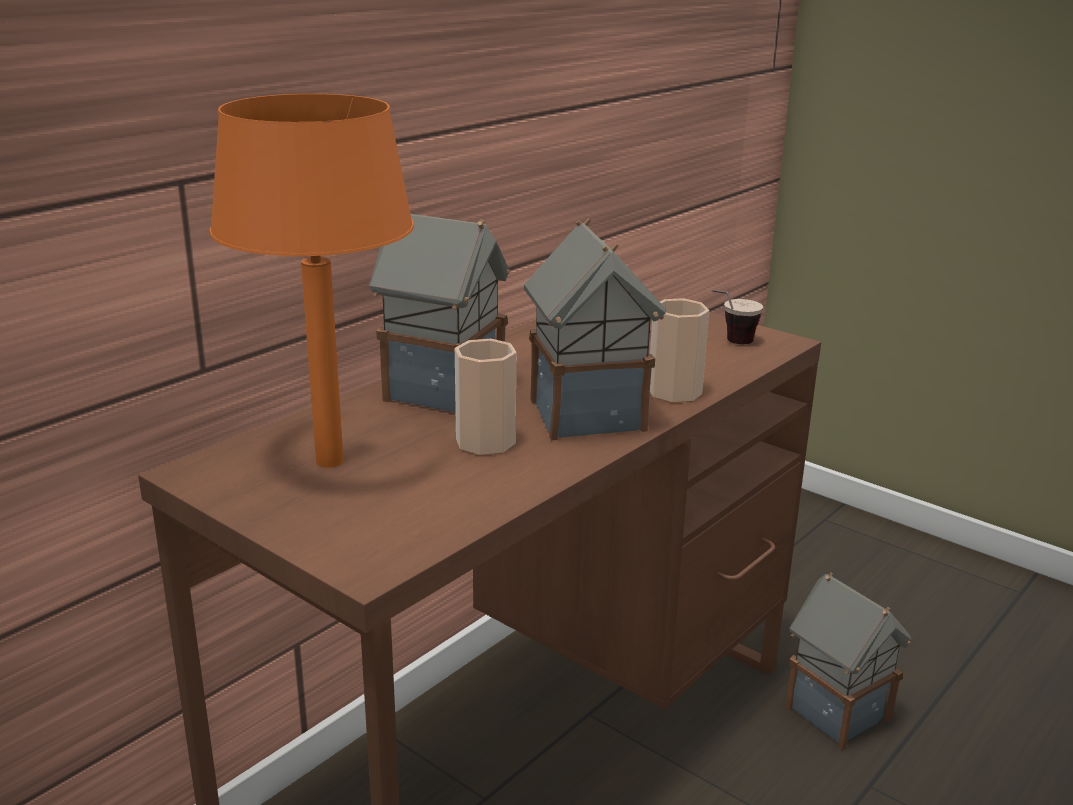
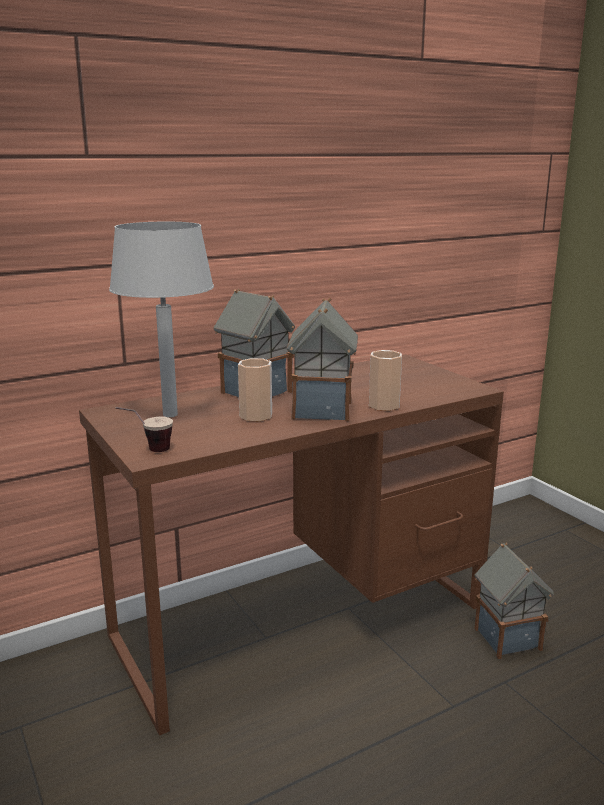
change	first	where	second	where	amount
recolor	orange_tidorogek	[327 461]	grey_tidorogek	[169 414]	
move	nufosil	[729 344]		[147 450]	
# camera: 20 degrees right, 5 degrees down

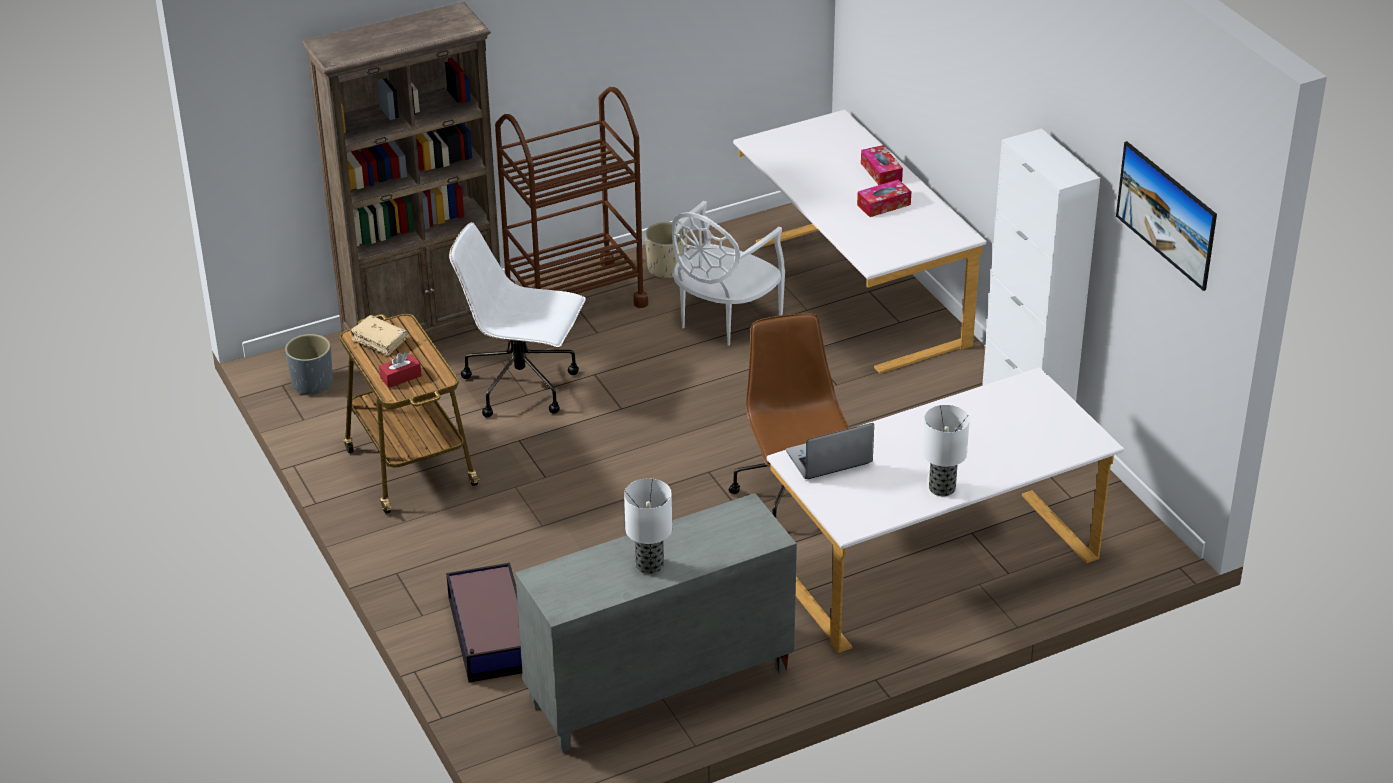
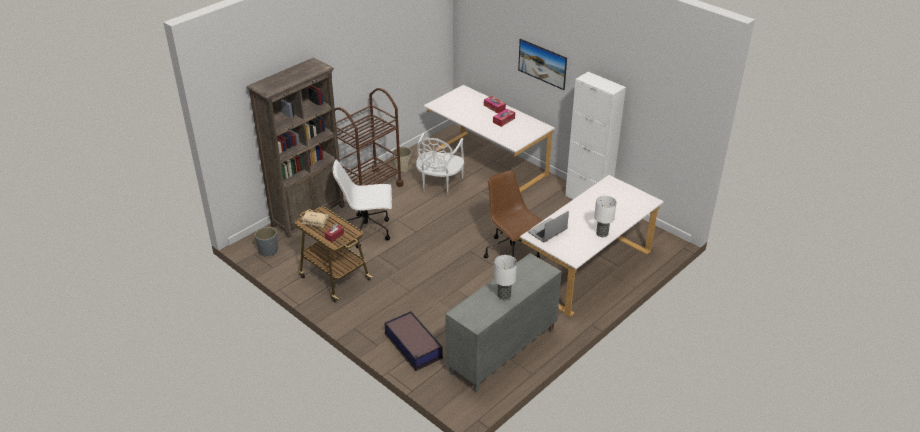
change	first	where	second	where	amount
move	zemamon	[1163 233]		[541 71]	
# camera: 20 degrees left, 0 degrees up

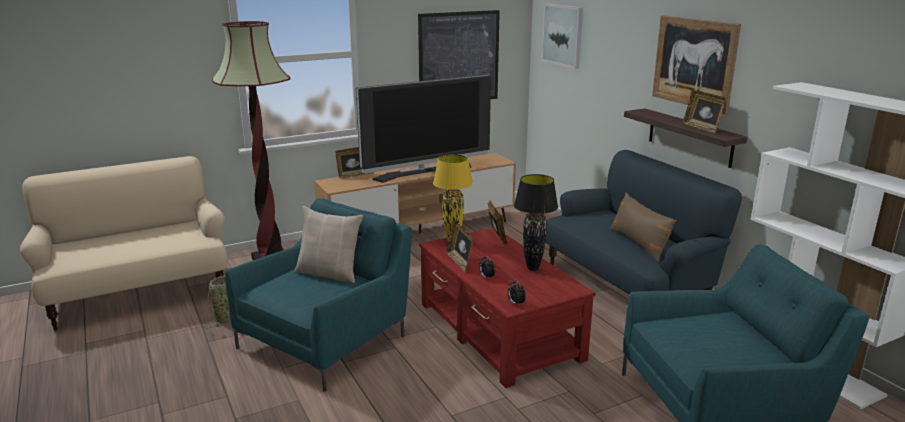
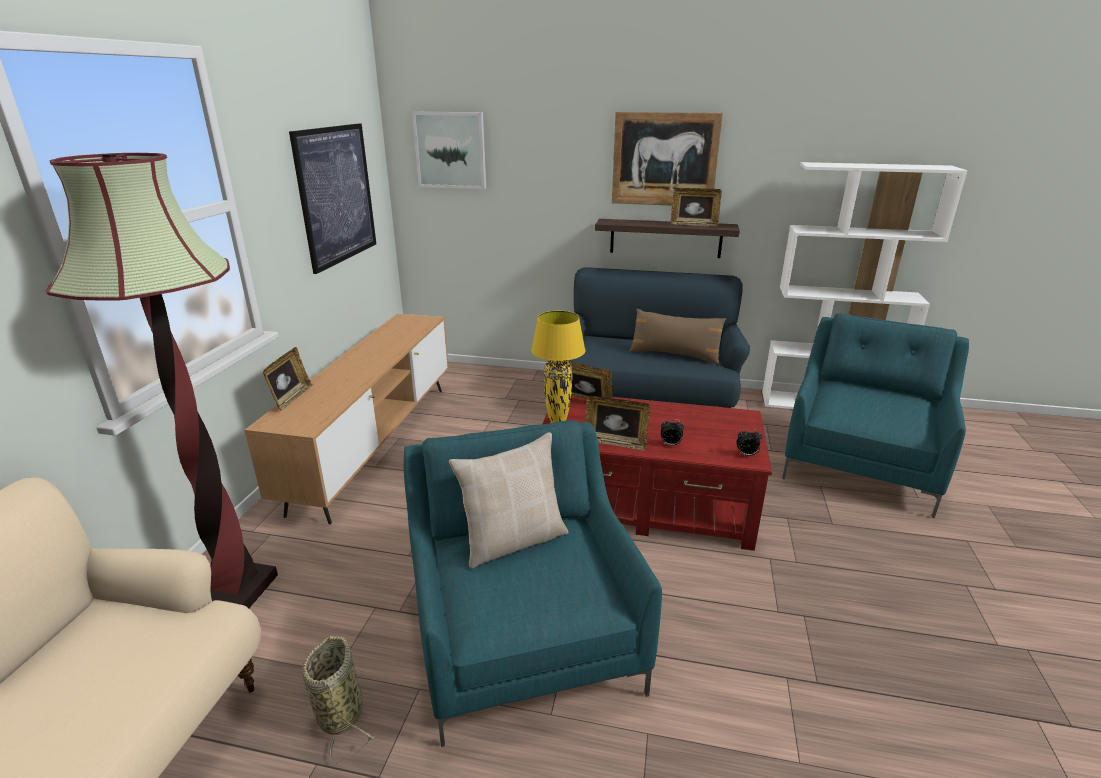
change	first	where	second	where	amount
delete	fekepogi	[424 172]			
delete	black_tidorogek	[533 268]			
# camera: 50 degrees left, 5 degrees up

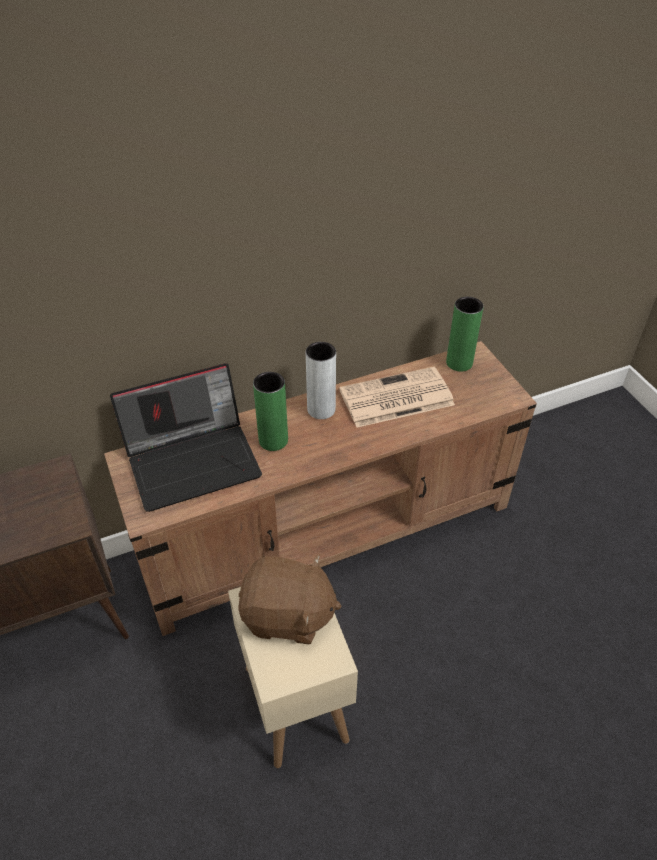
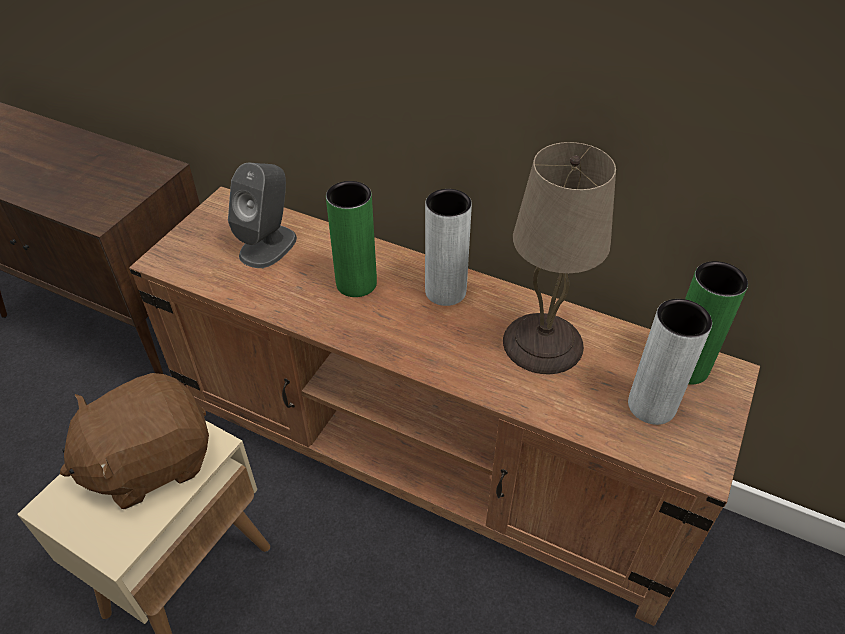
change	first	where	second	where	amount
replace	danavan	[194 460]	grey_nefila	[268 246]	
replace	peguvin	[395 398]	beige_tidorogek	[541 343]	
rotate	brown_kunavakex	[288 616]		[150 461]	90 degrees clockwise
insert			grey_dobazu	[651 405]	
# camera: 50 degrees right, 0 degrees up

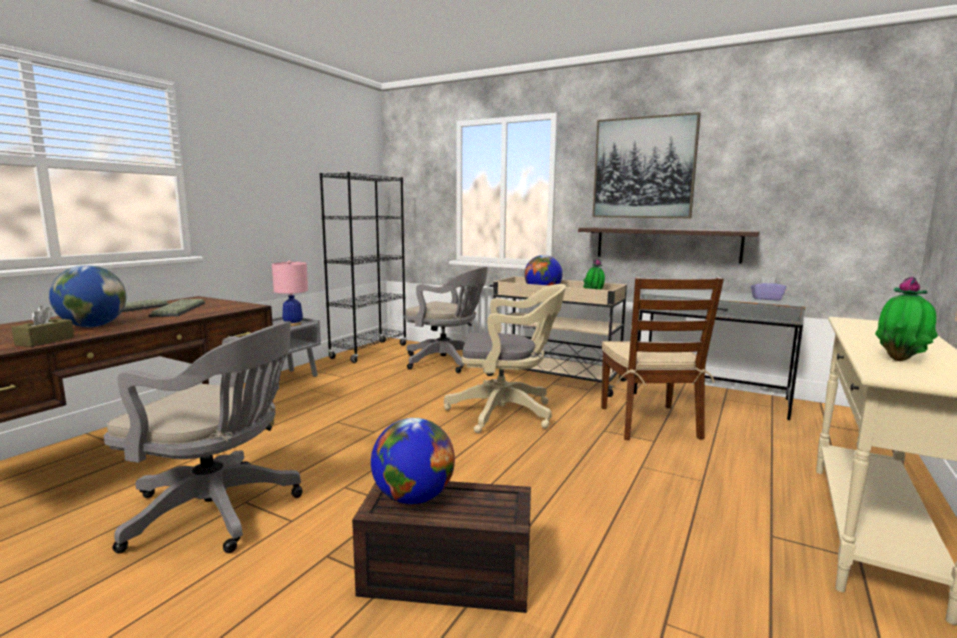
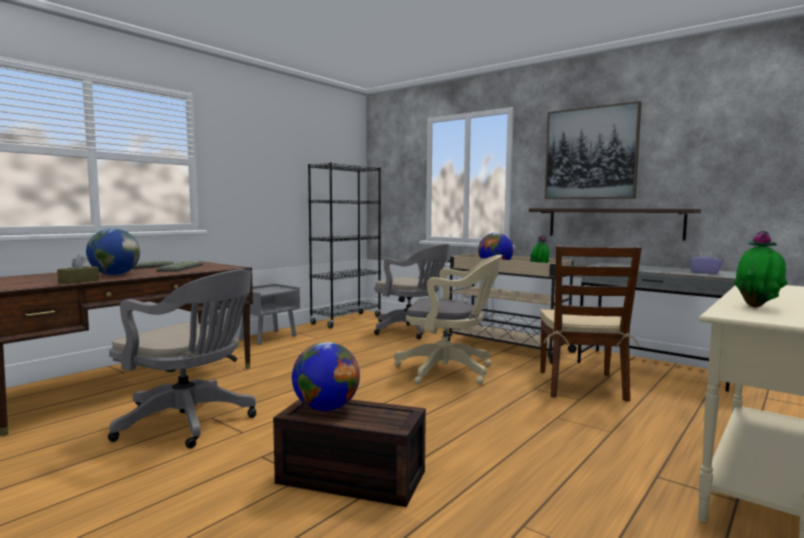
change	first	where	second	where	amount
delete	pink_tidorogek	[293 324]			
# camera: 10 degrees right, 5 degrees down

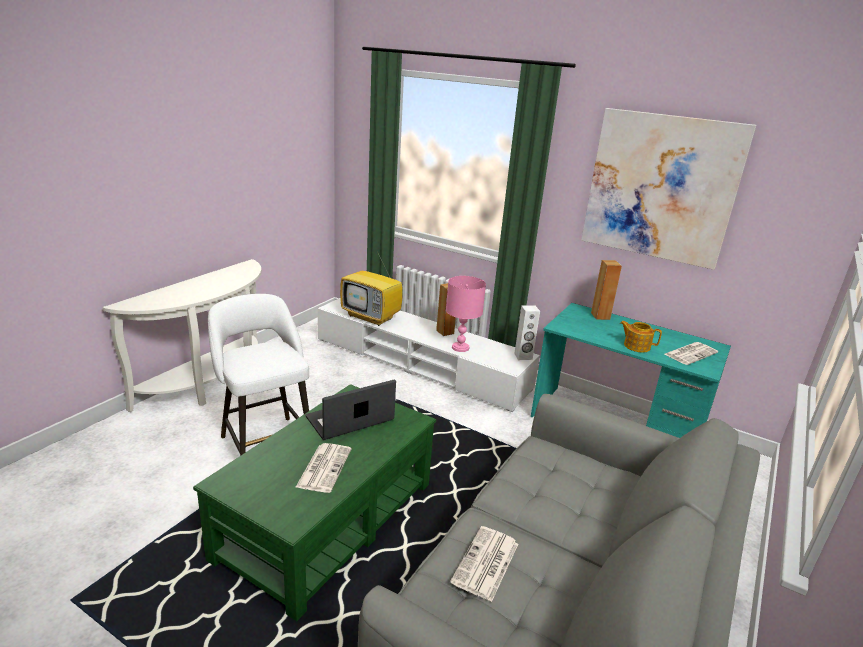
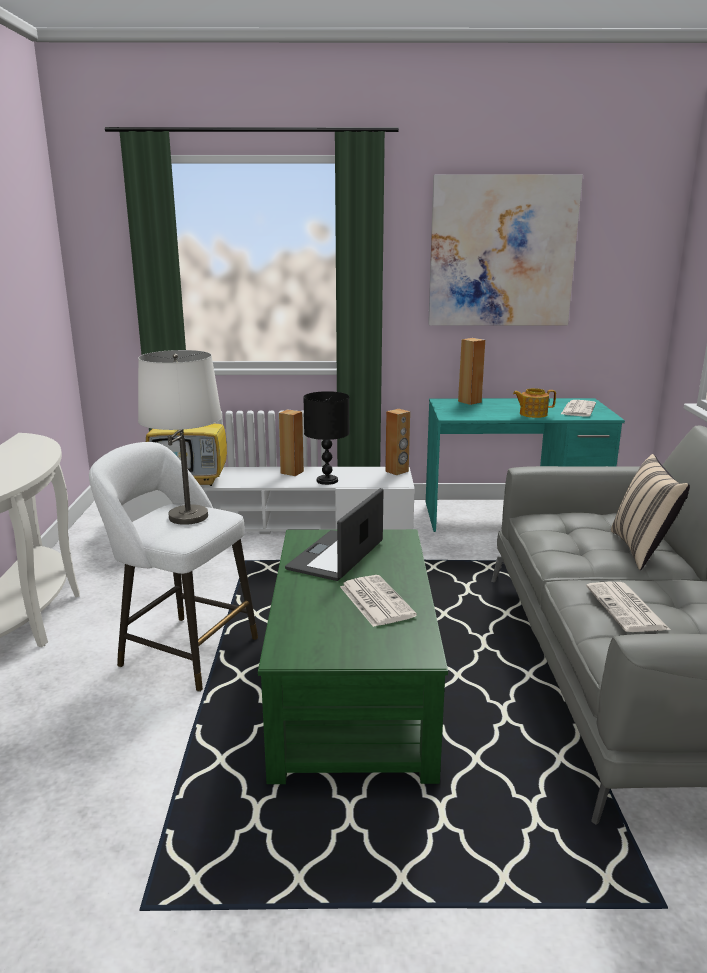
change	first	where	second	where	amount
recolor	pink_tidorogek	[460 348]	black_tidorogek	[327 481]	
recolor	white_nefila	[523 356]	brown_nefila	[397 471]	
insert			white_tidorogek	[188 517]	
insert			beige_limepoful	[642 550]	
# camera: 30 degrees left, 5 degrees down

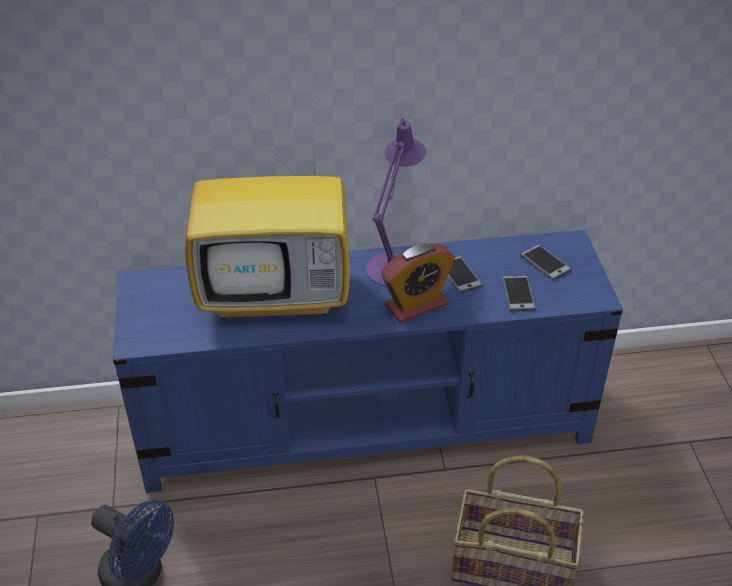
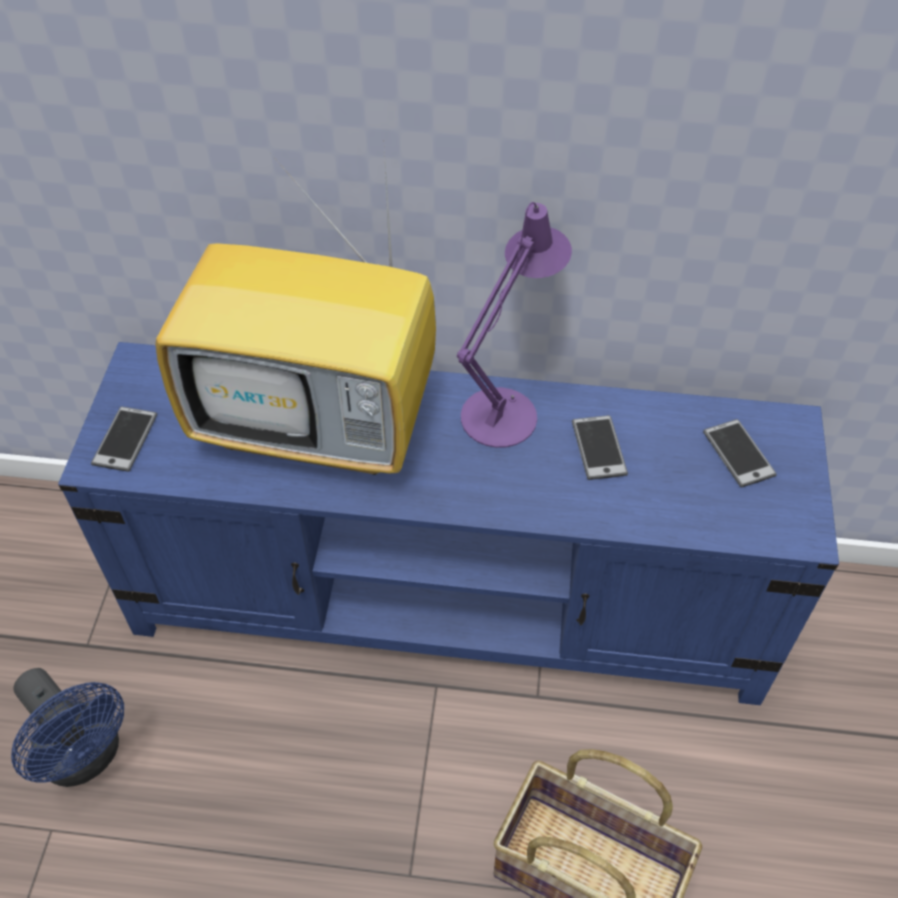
change	first	where	second	where	amount
delete	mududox	[416 305]			
move	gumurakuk	[518 294]		[125 439]	
# camera: 15 degrees right, 10 degrees up

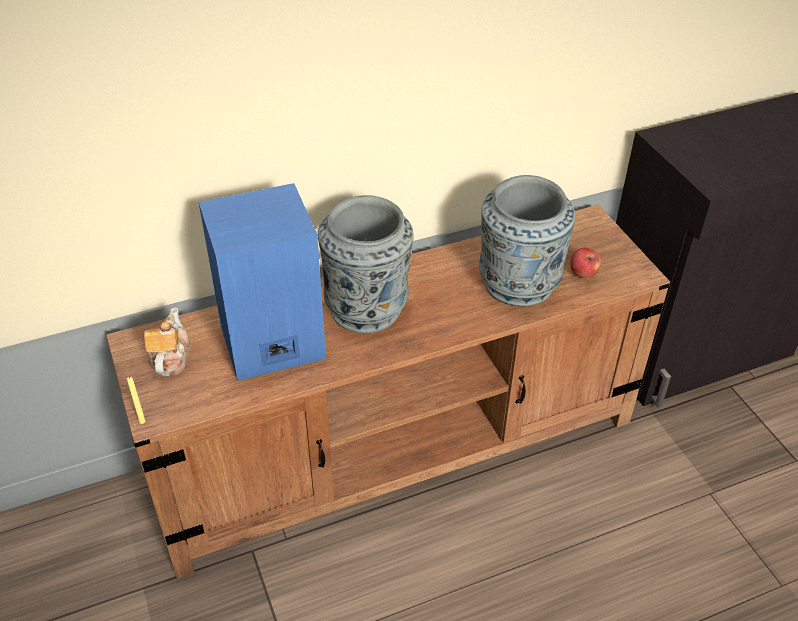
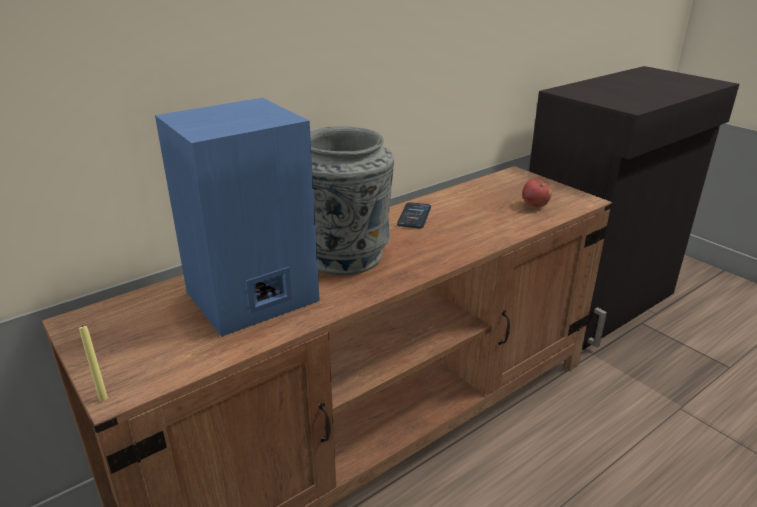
change	first	where	second	where	amount
delete	grey_dobazu	[518 285]			
delete	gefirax	[169 358]			
insert			gumurakuk	[414 216]	
# camera: 15 degrees left, 15 degrees down

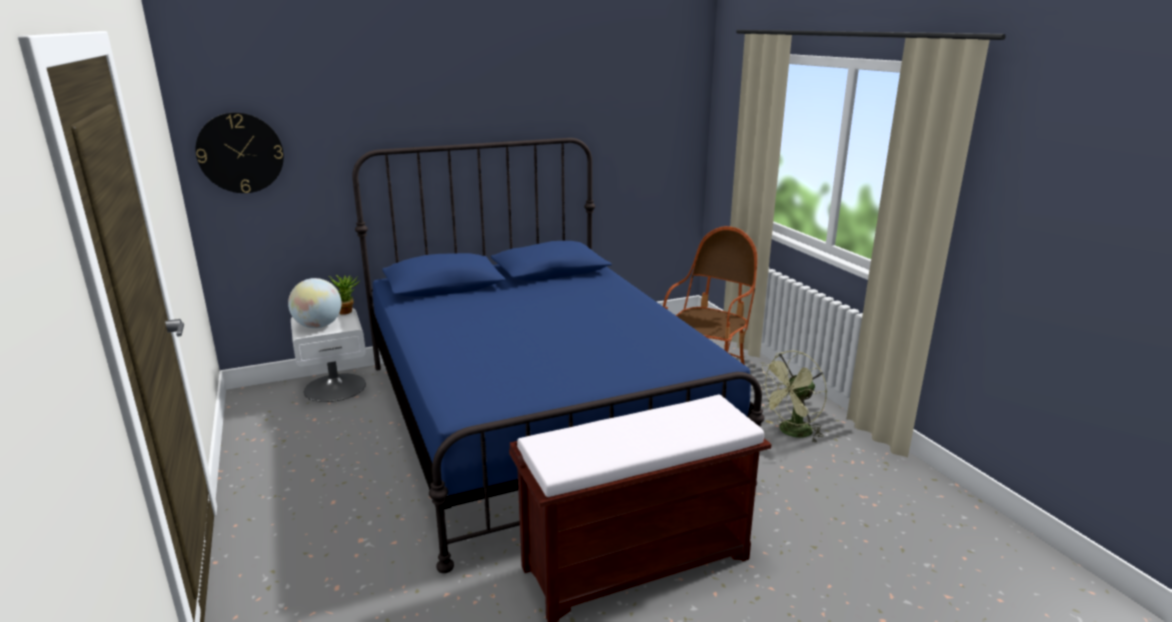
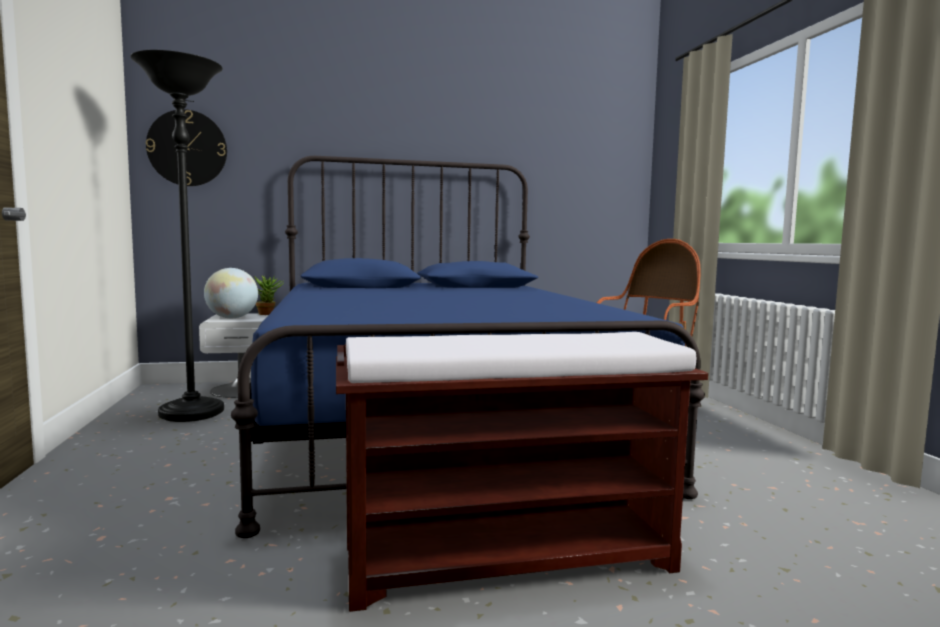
change	first	where	second	where	amount
delete	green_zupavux	[791 433]			
insert			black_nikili	[192 414]	
# camera: 10 degrees right, 15 degrees down

